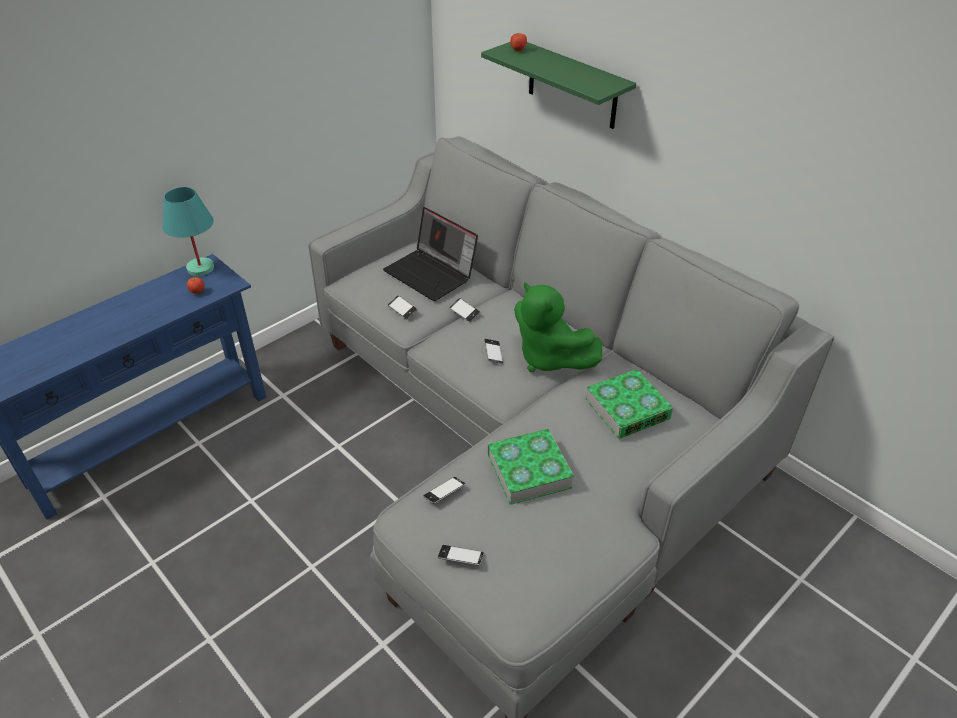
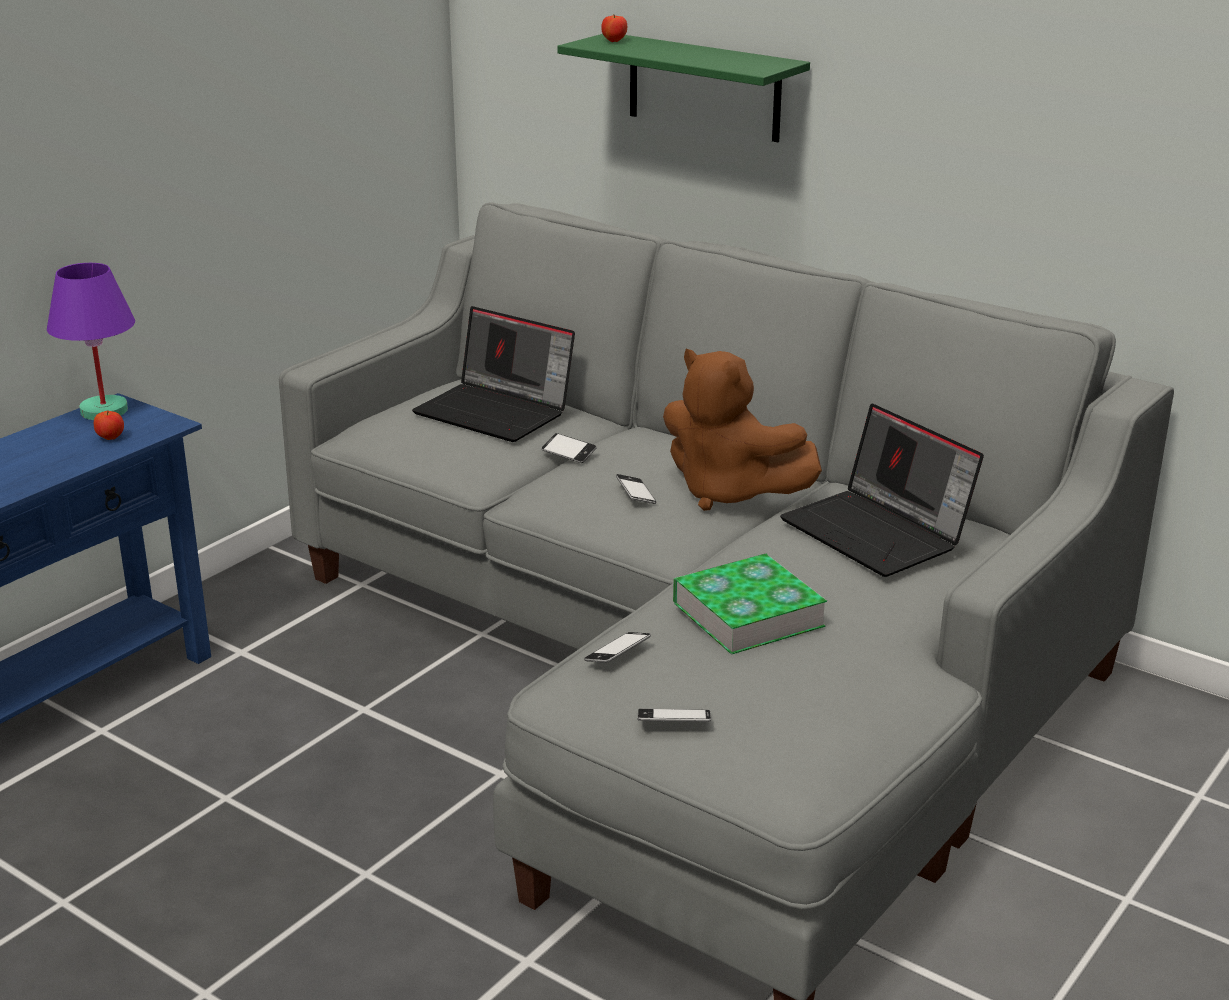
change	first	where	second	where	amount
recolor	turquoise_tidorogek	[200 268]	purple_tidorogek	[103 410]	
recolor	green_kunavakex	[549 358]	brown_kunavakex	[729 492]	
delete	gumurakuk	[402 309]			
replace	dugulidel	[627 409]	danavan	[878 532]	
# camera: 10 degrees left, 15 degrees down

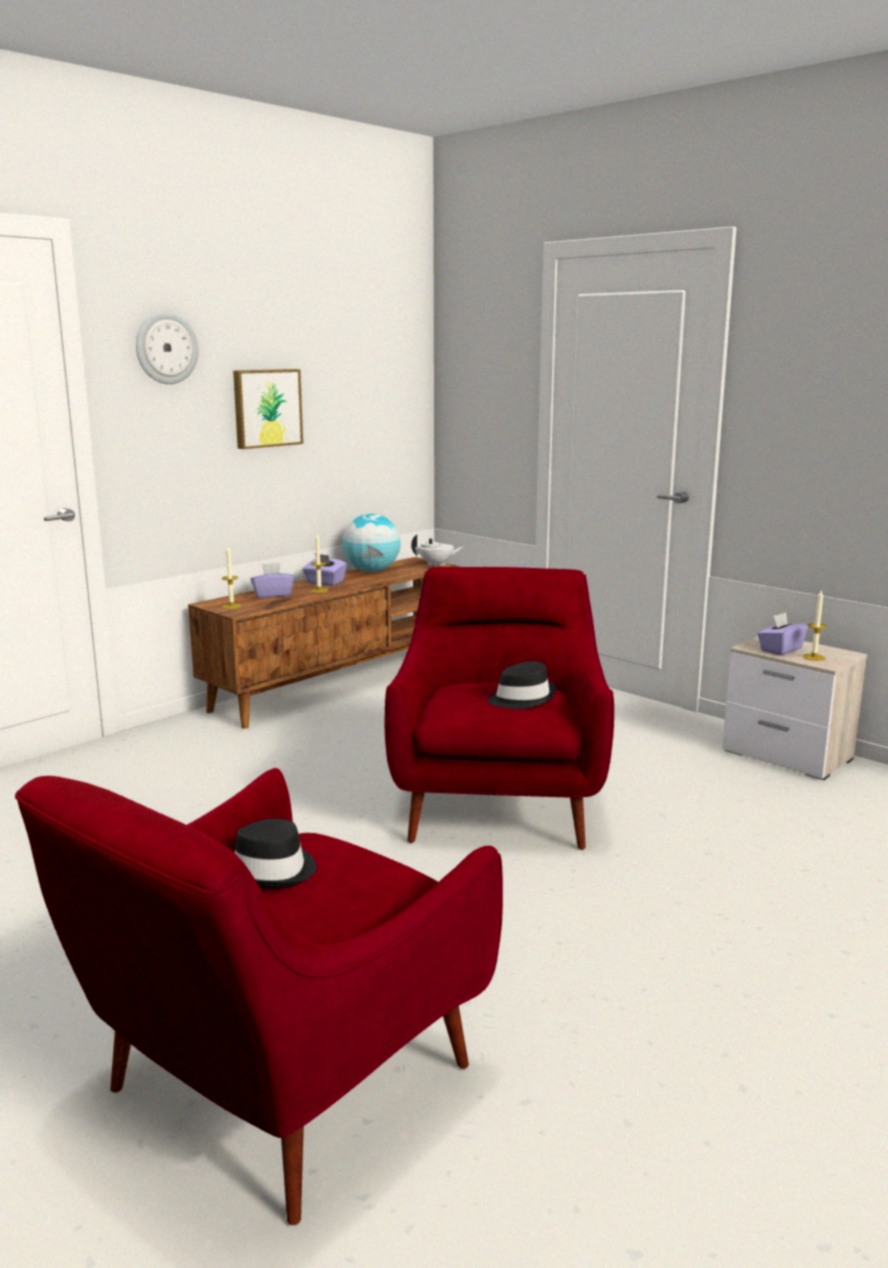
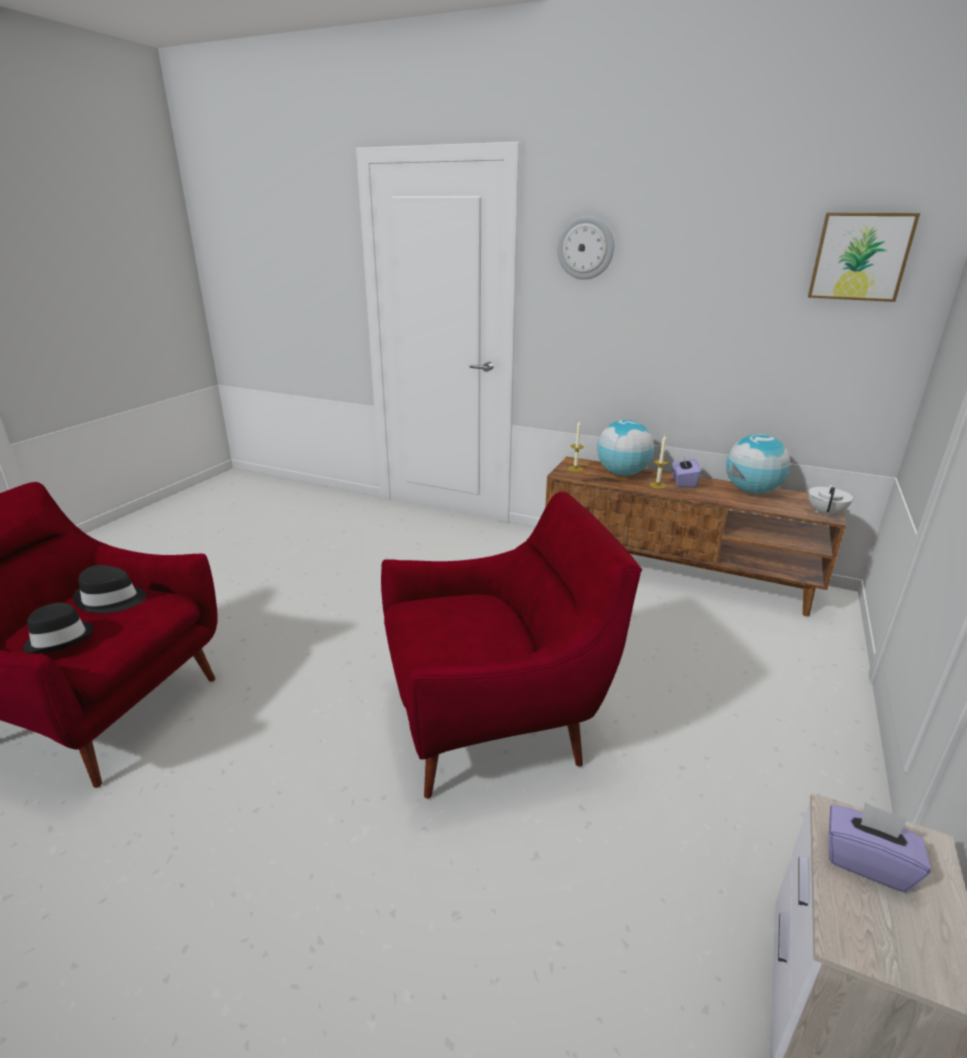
change	first	where	second	where	amount
move	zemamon	[266 408]		[860 257]	
rotate	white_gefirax	[436 565]		[825 513]	135 degrees counterclockwise
replace	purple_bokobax	[272 595]	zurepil	[622 473]	
delete	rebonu	[814 657]			
move	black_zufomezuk	[522 698]		[60 638]	
# camera: 70 degrees right, 10 degrees up

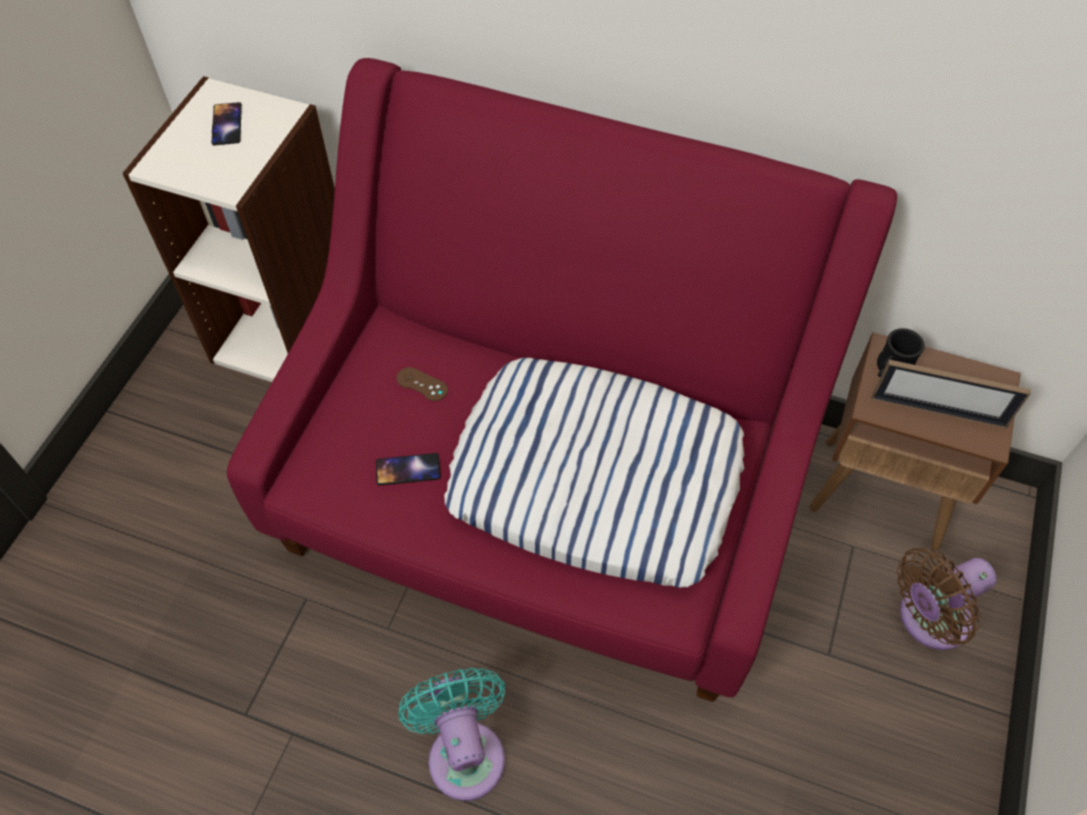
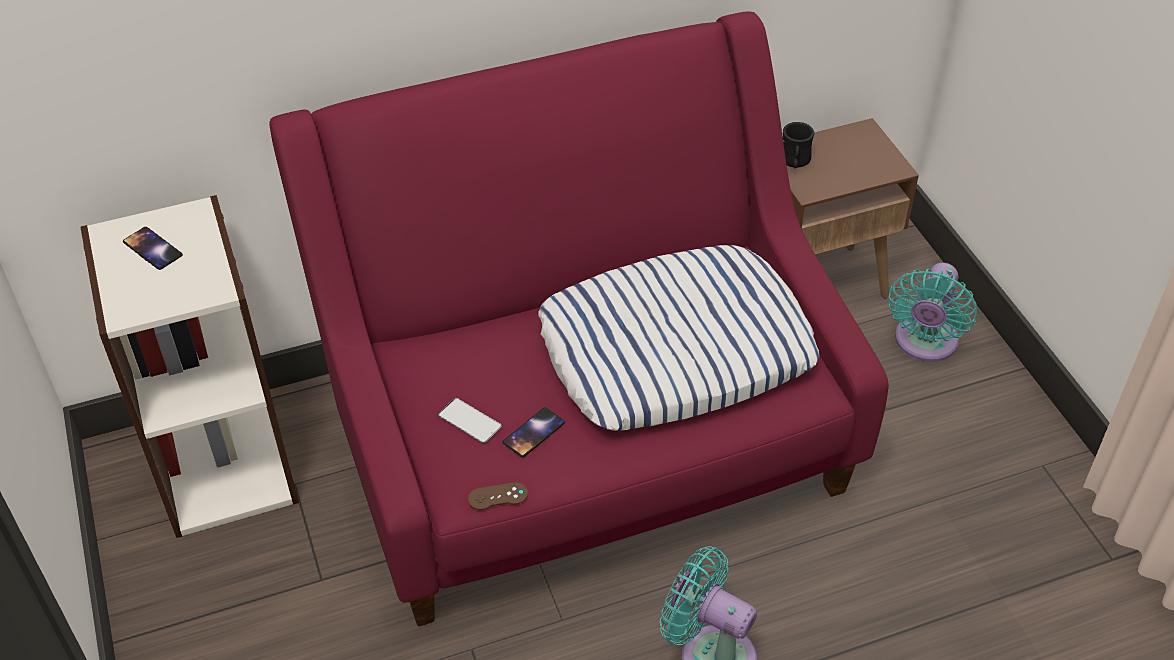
change	first	where	second	where	amount
delete	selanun	[938 411]			
move	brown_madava	[422 384]		[498 496]	
recolor	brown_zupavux	[928 619]	turquoise_zupavux	[924 344]	
insert			gumurakuk	[469 421]	
# camera: 40 degrees left, 10 degrees down

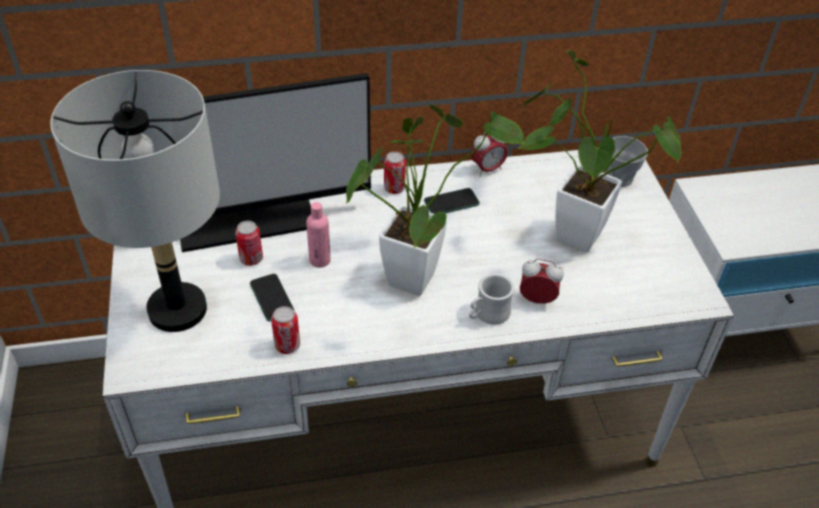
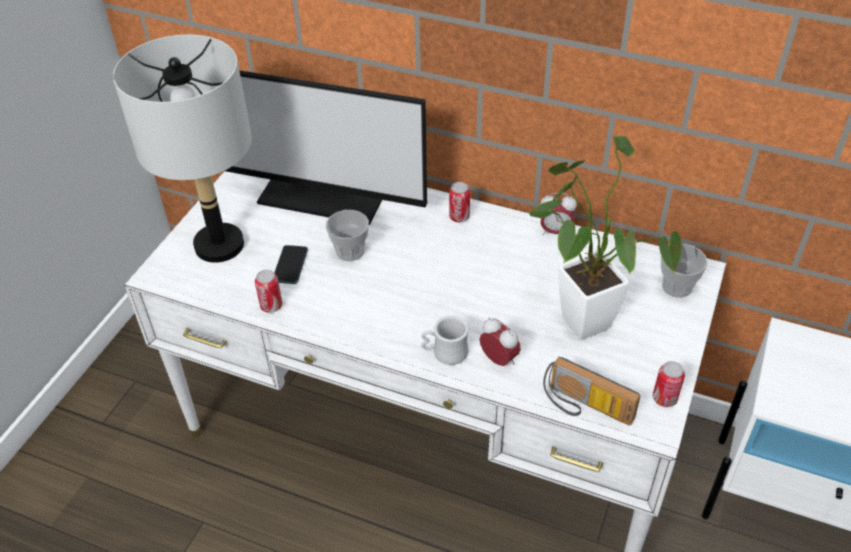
change	first	where	second	where	amount
delete	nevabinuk	[416 272]			
delete	gumurakuk	[451 203]			
replace	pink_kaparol	[320 260]	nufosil	[350 251]	
move	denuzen	[251 259]		[664 398]	
insert			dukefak	[585 407]	
# camera: 35 degrees right, 0 degrees up

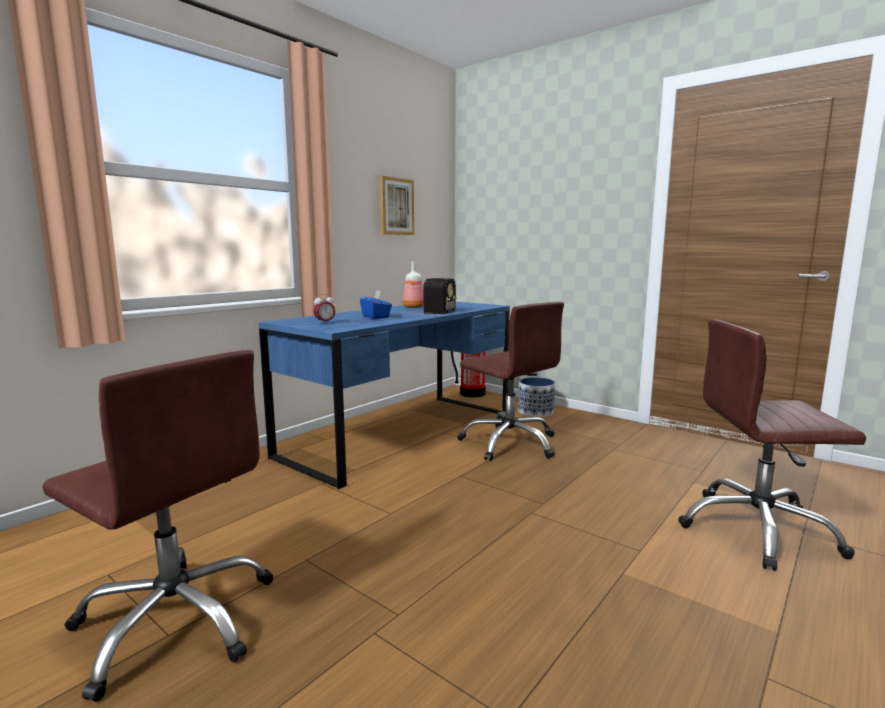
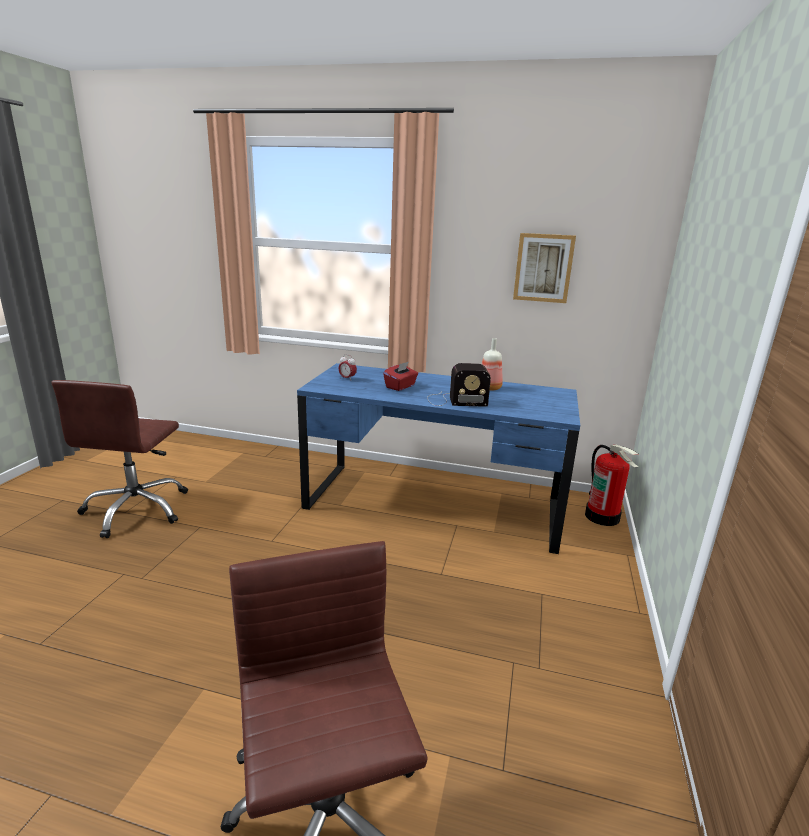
change	first	where	second	where	amount
recolor	blue_bokobax	[376 317]	red_bokobax	[400 386]	
delete	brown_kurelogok	[510 443]			
delete	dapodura	[535 412]			
# camera: 65 degrees right, 10 degrees up

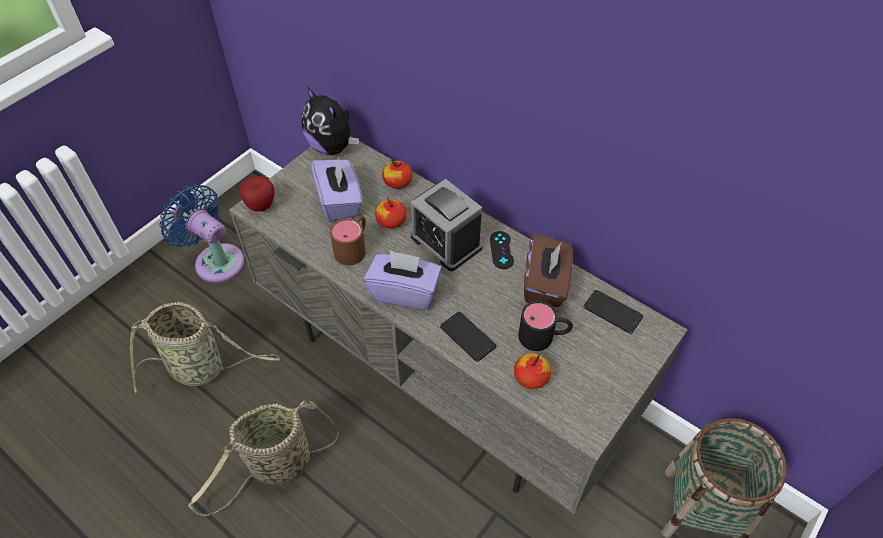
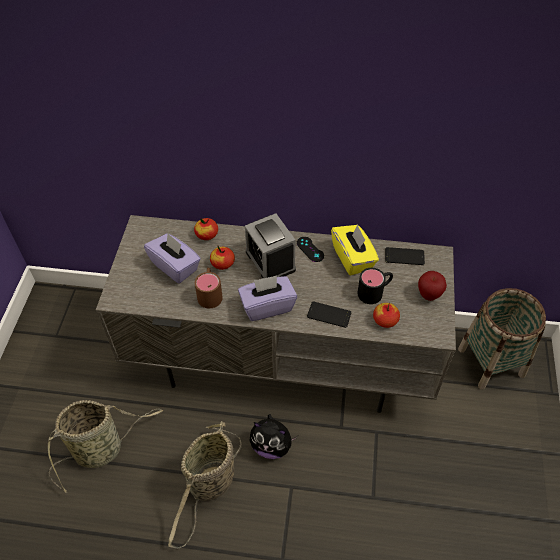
change	first	where	second	where	amount
move	kunavakex	[332 146]		[271 445]	
move	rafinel	[261 206]		[429 295]	
rotate	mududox	[446 242]		[270 261]	45 degrees clockwise
delete	blue_zupavux	[216 260]			
recolor	brown_bokobax	[545 284]	yellow_bokobax	[353 258]	
# camera: 30 degrees left, 0 degrees up

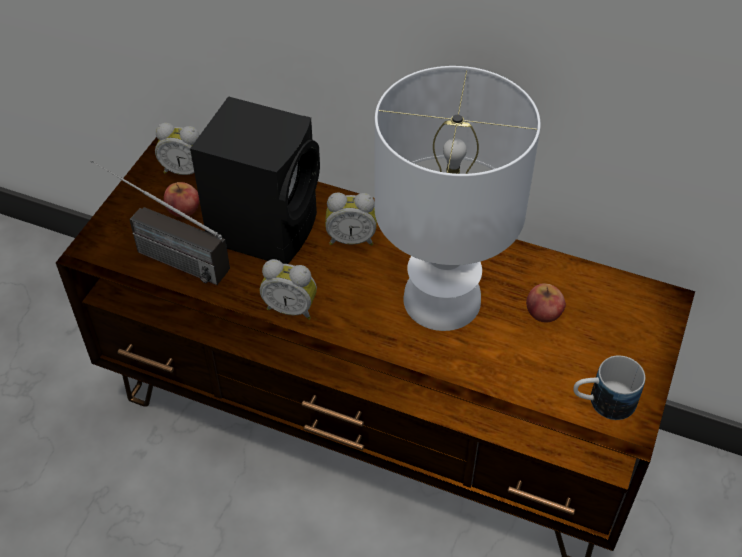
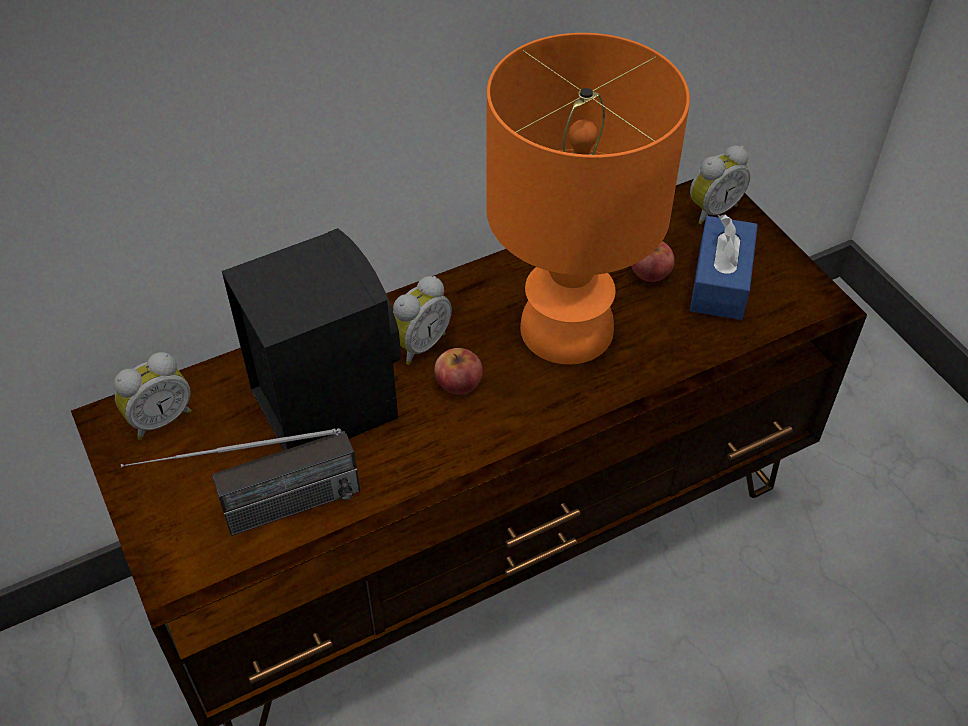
change	first	where	second	where	amount
recolor	white_tidorogek	[442 302]	orange_tidorogek	[569 330]	
move	rafinel	[183 208]		[458 382]	
move	mududox	[291 308]		[711 209]	
delete	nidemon	[602 402]			
insert			blue_bokobax	[720 282]	
# camera: 50 degrees left, 0 degrees up

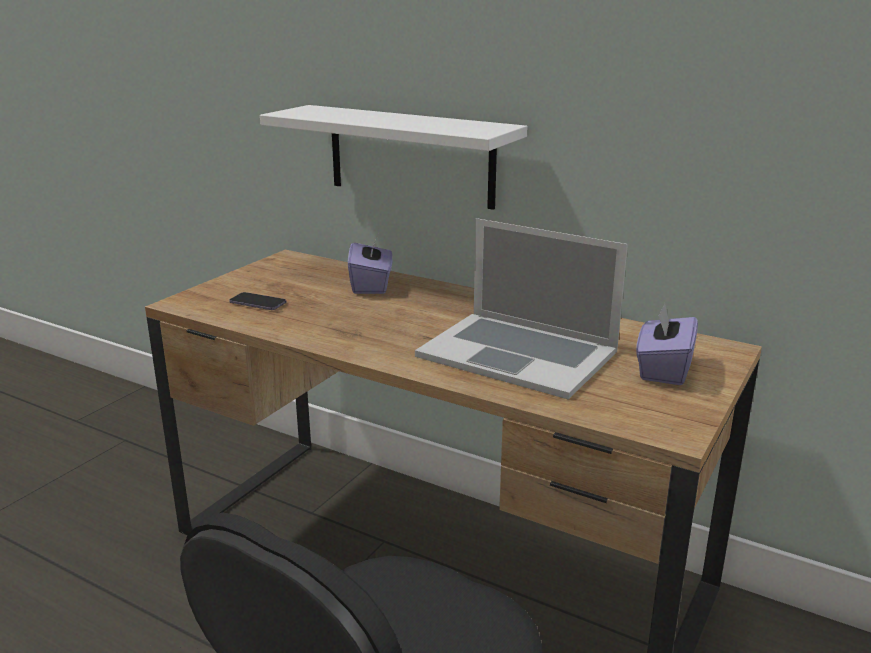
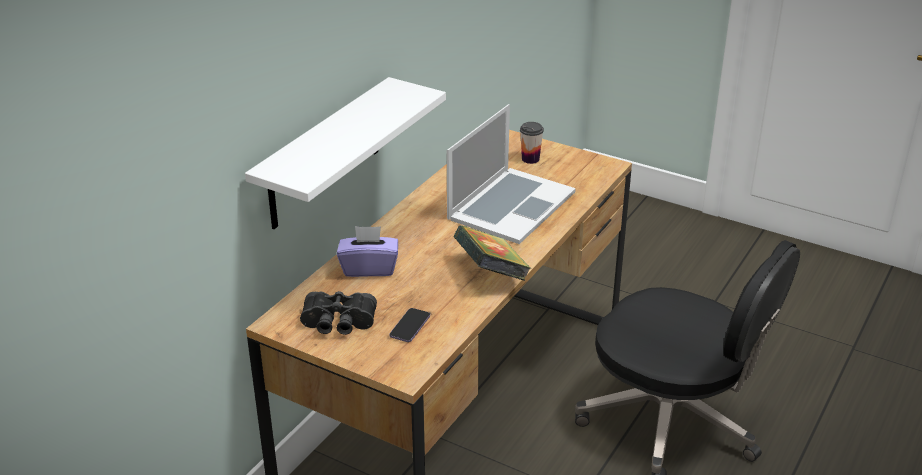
change	first	where	second	where	amount
replace	purple_bokobax	[663 369]	nufosil	[530 159]	
insert			dugulidel	[491 274]	
insert			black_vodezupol	[338 324]	
# camera: 90 degrees left, 10 degrees up

